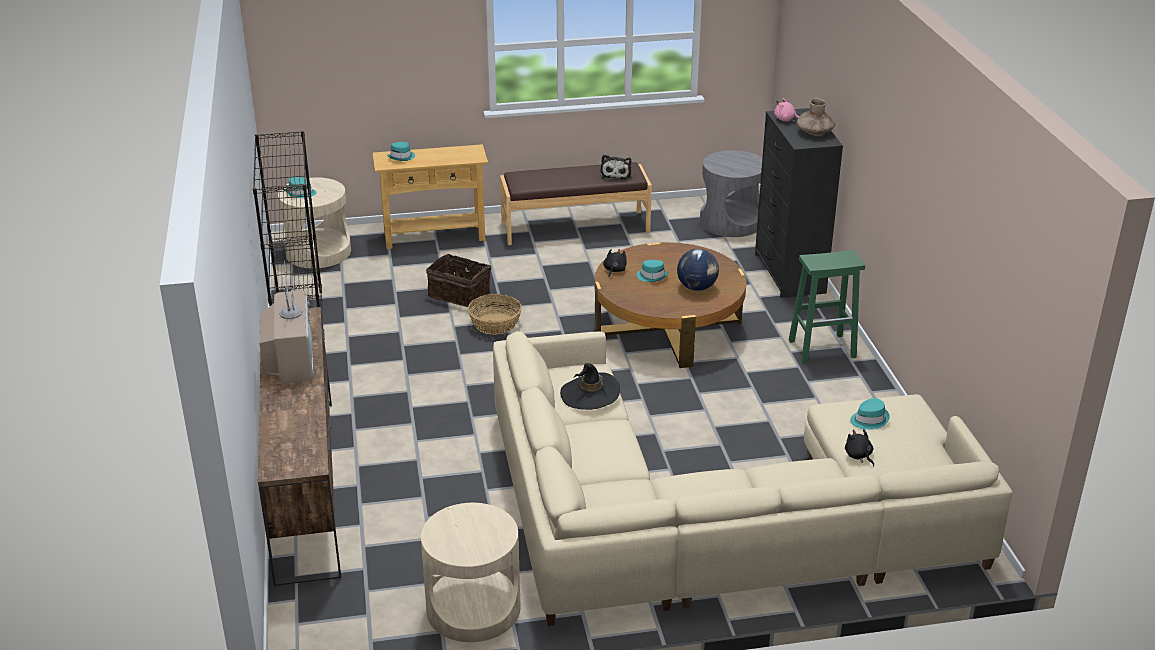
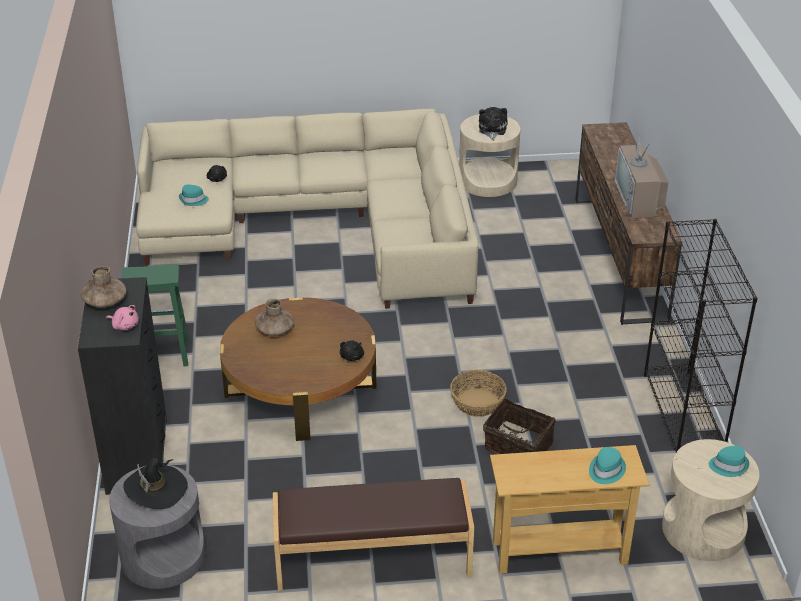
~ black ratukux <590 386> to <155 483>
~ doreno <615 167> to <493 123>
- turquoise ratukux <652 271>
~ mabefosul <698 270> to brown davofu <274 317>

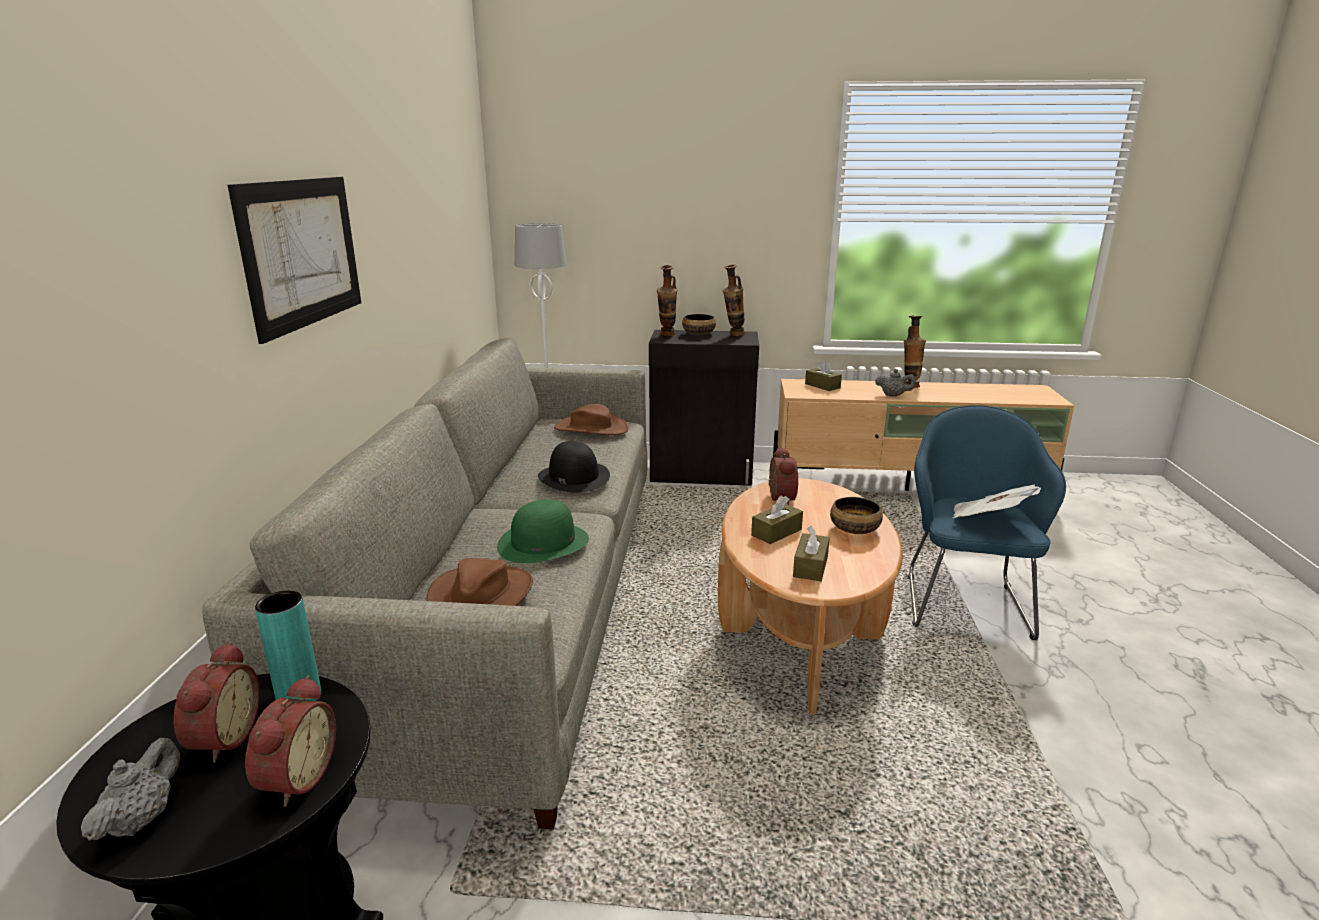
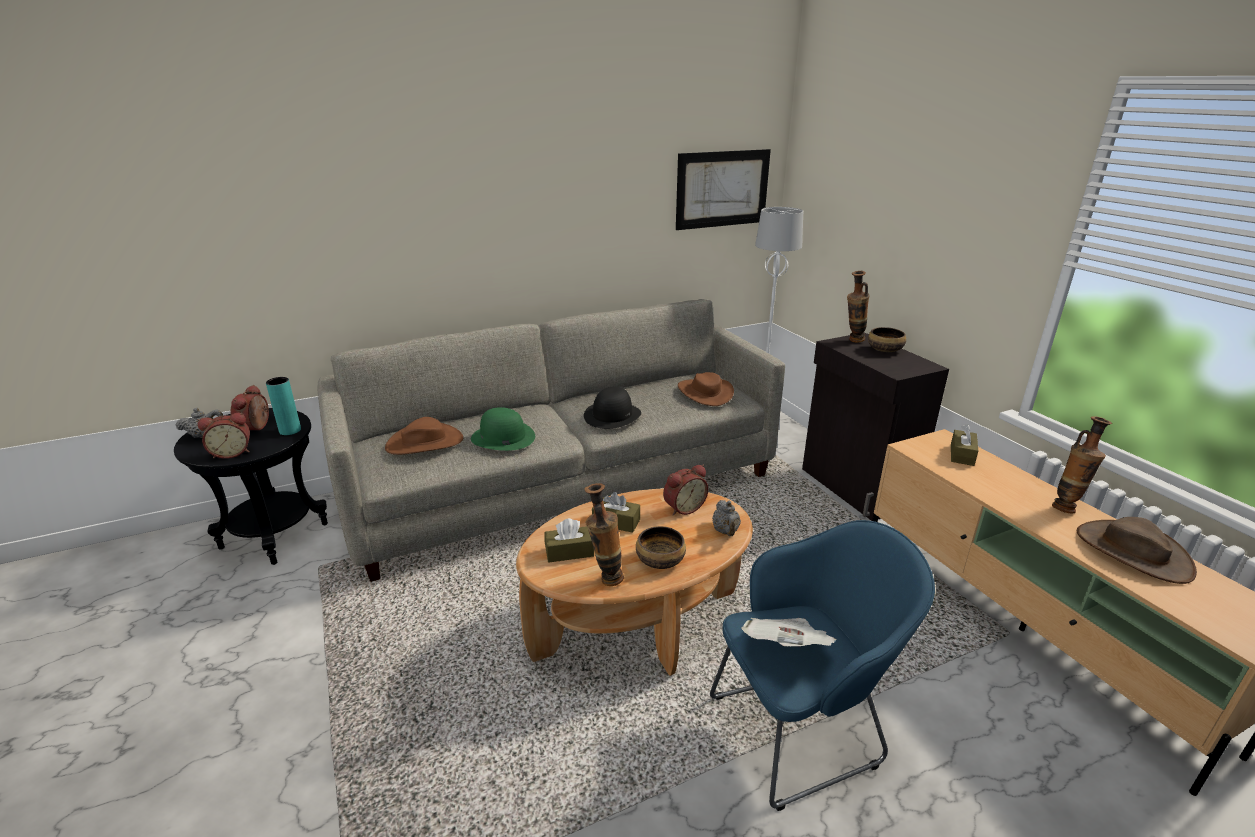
~ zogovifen <217 702> = <249 407> 120 degrees clockwise
~ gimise <294 260> to <723 189>
~ davofu <734 300> to <604 534>
~ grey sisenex <895 382> to <726 518>
+ brown ratukux <1137 550>

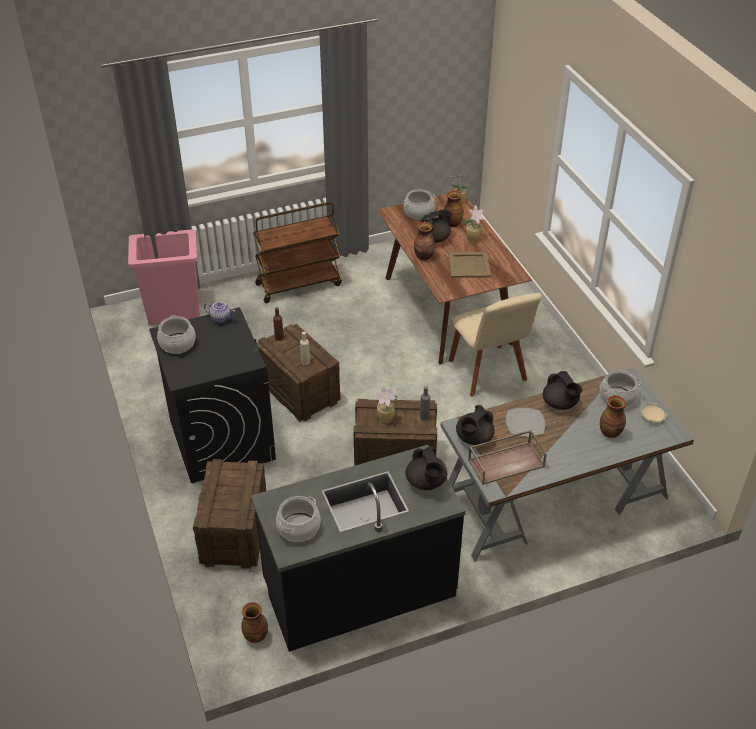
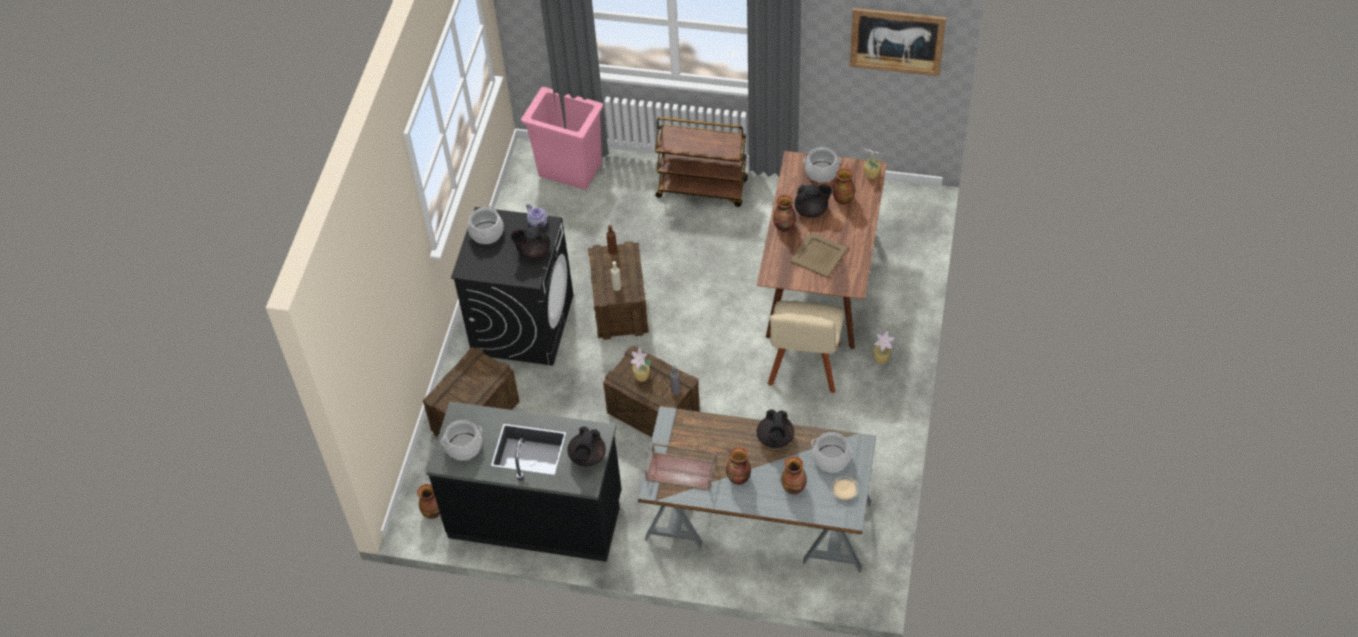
~ black sisenex <475 425> to <530 241>
~ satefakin <474 223> to <883 347>
- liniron <525 422>
+ davofu <738 466>
+ gimise <898 42>

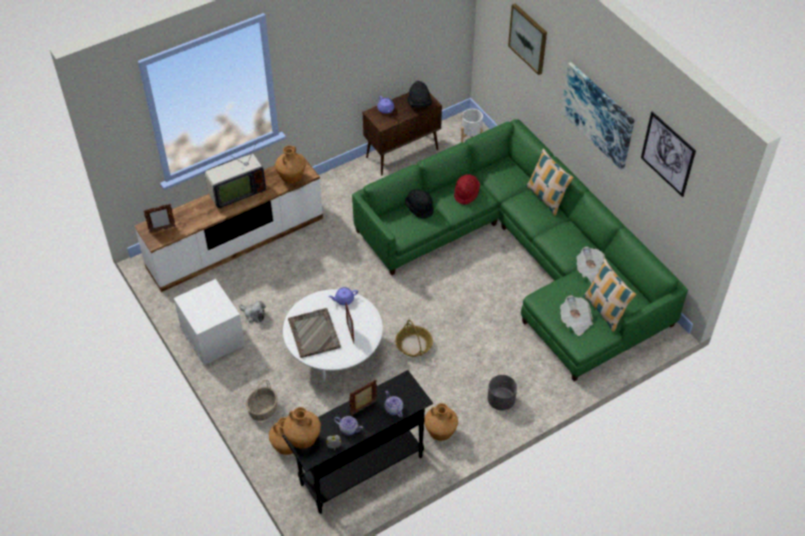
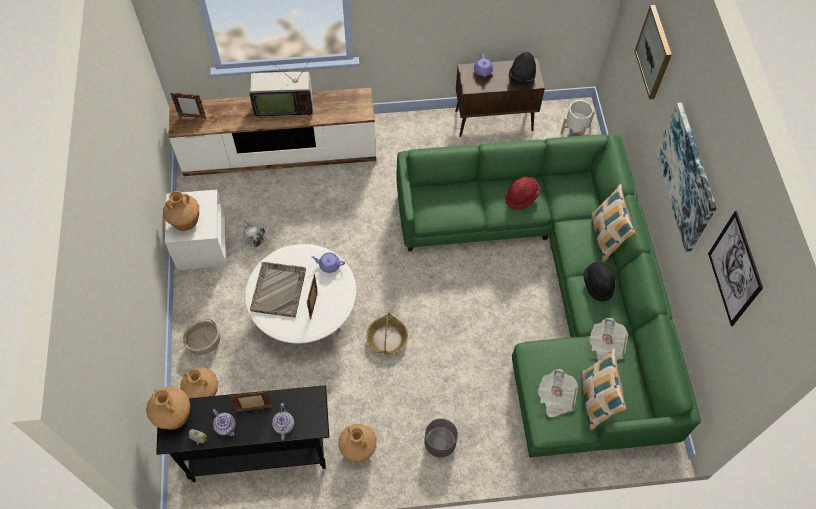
~ brown davofu <290 164> to <181 211>
~ black ratukux <419 203> to <599 281>

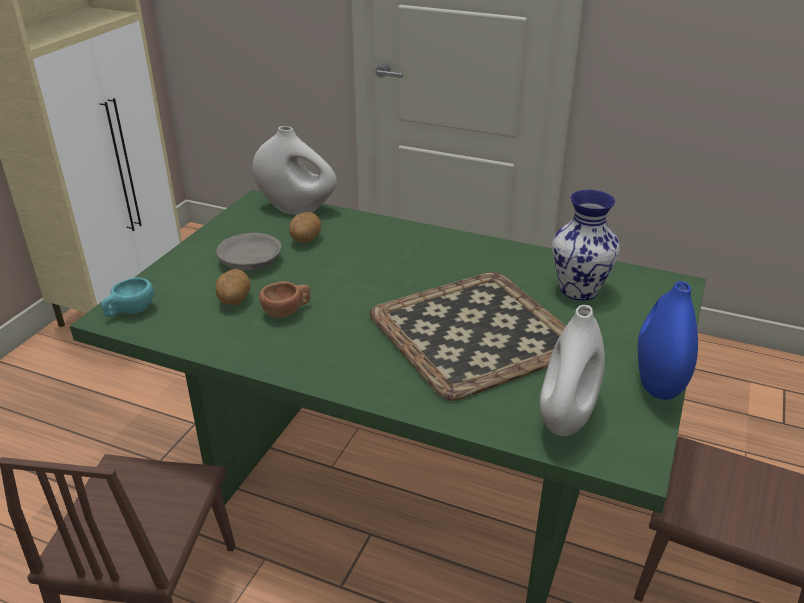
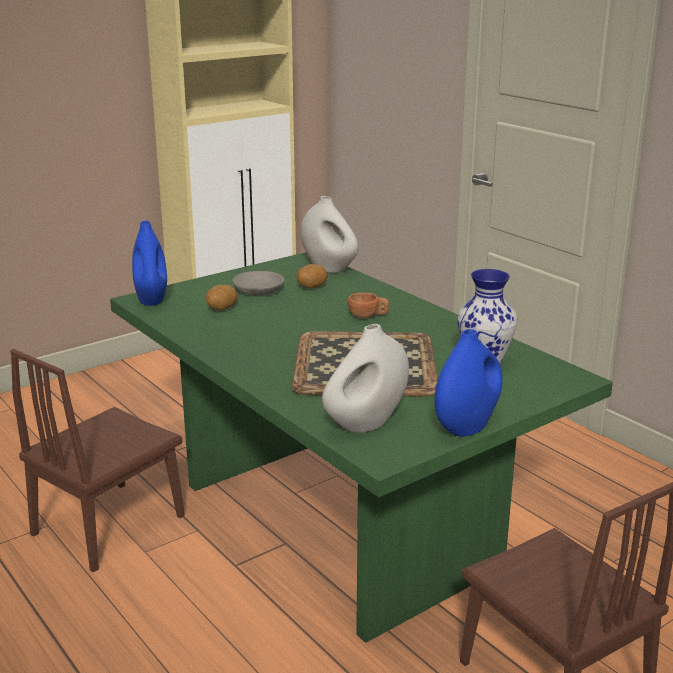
~ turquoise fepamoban <127 297> to blue davofu <149 263>
~ brown fepamoban <285 299> to <368 306>

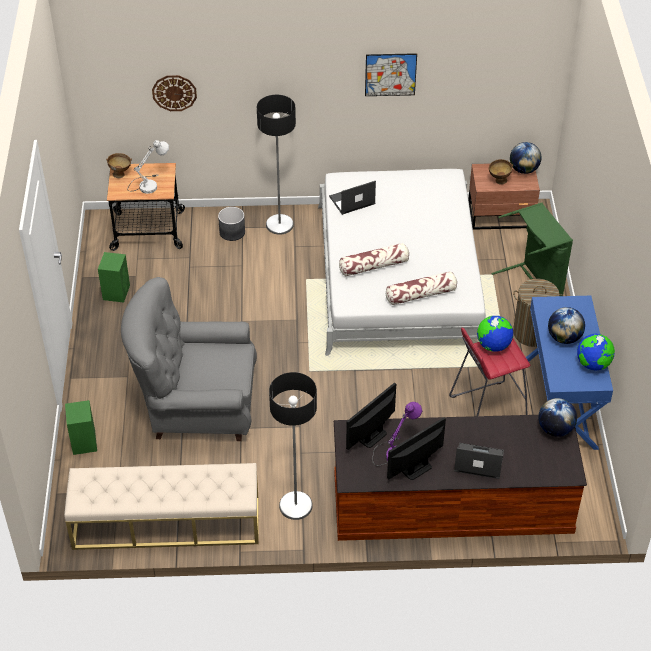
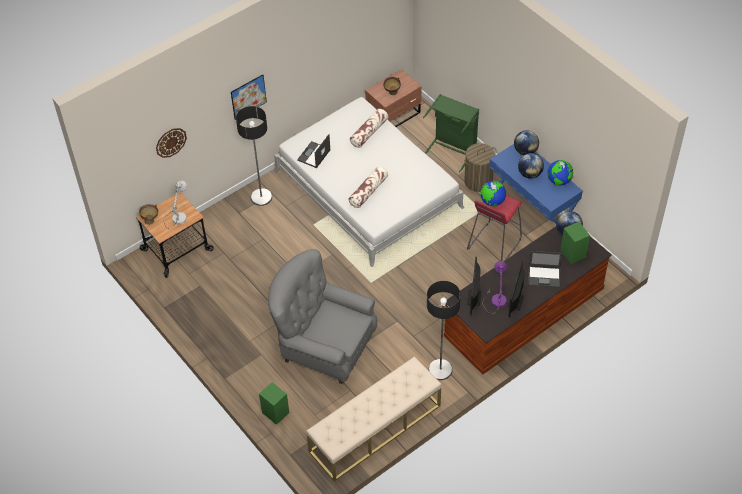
~ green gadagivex <114 277> to <575 243>
~ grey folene <189 359> = <322 316> 60 degrees clockwise
- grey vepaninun <231 224>
~ gimise <391 74> to <249 97>
~ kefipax <421 288> to <369 128>
~ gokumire <479 461> = <545 269> 150 degrees counterclockwise
~ mabefosul <525 158> to <526 142>

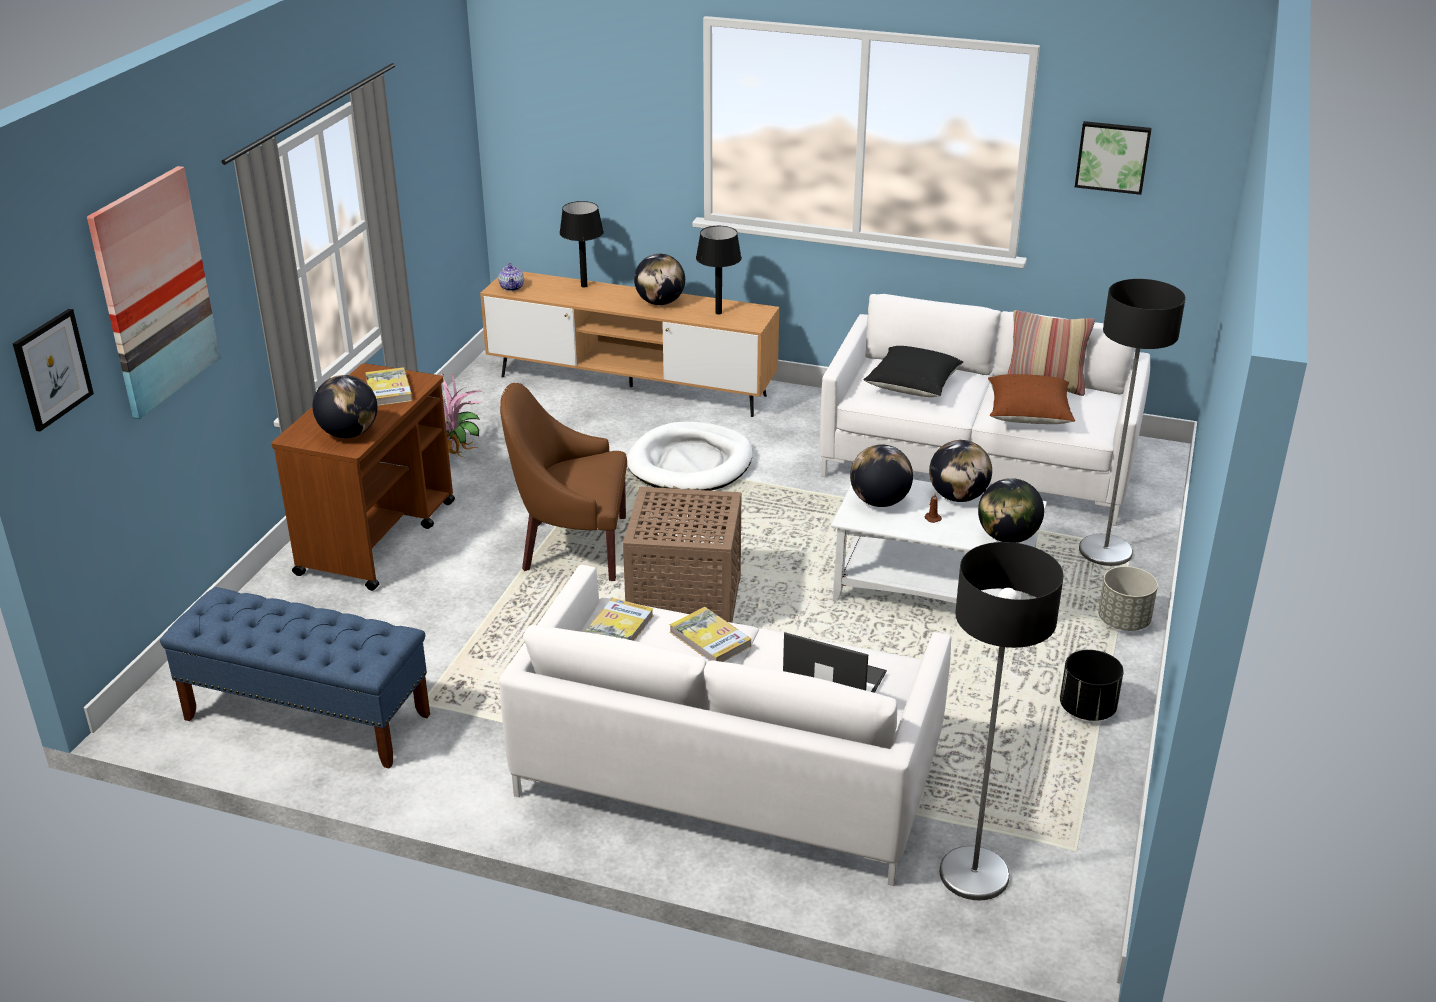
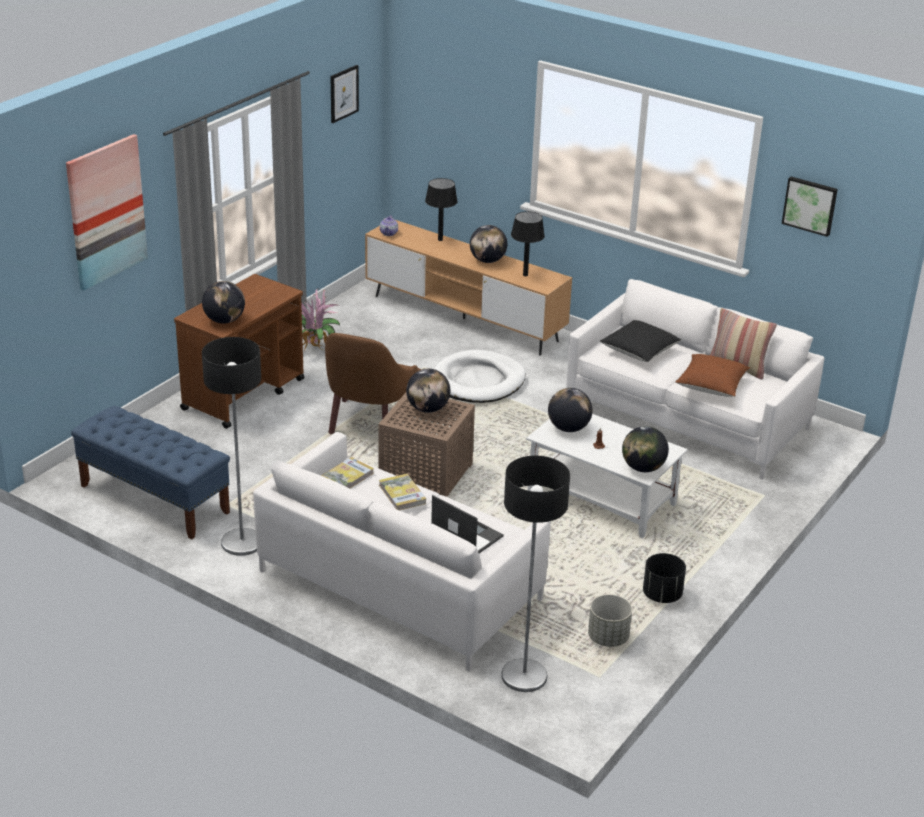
~ gimise <53 370> to <344 94>
- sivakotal <388 386>
~ brown folene <563 482> = <373 383> 90 degrees counterclockwise
~ mabefosul <960 471> to <428 391>
~ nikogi <1132 422> to <231 446>
~ grey vepaninun <1128 598> to <610 620>

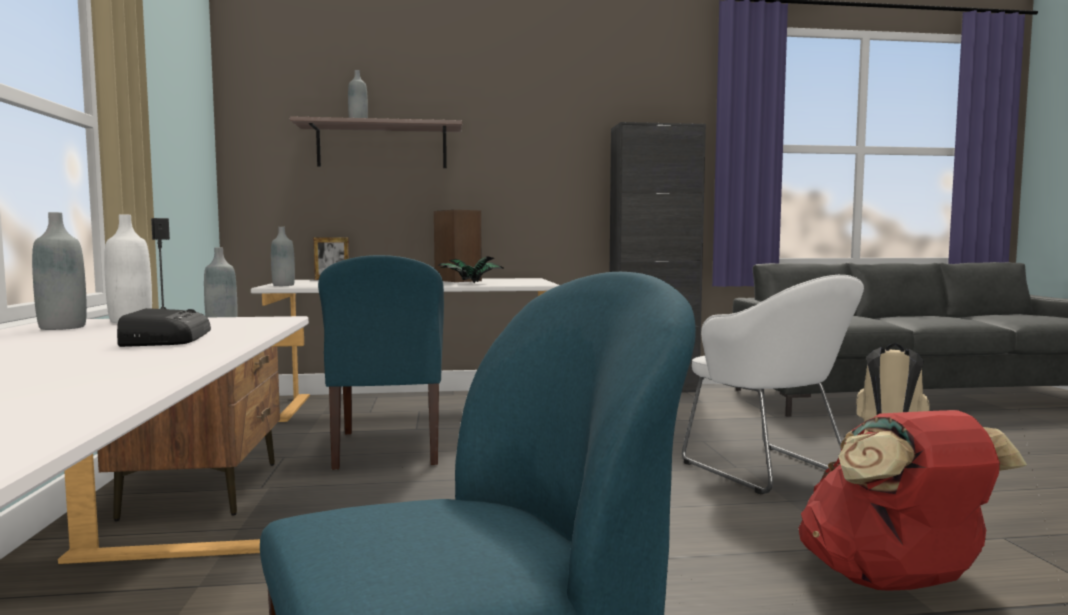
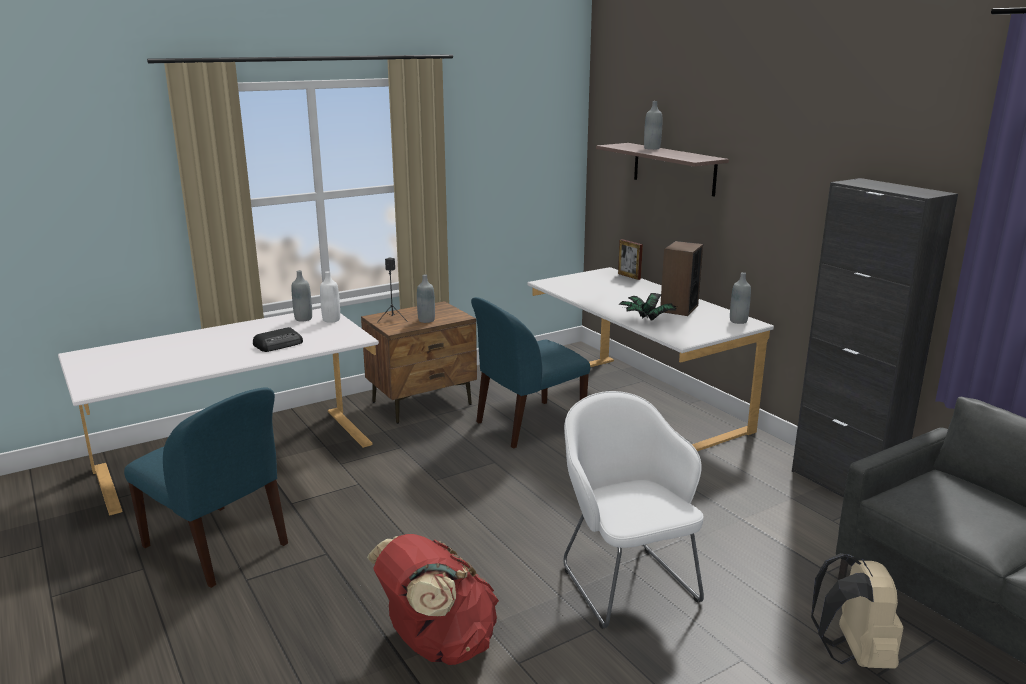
~ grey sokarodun <283 256> to <740 298>
~ white folene <773 384> = <634 510> 120 degrees clockwise

